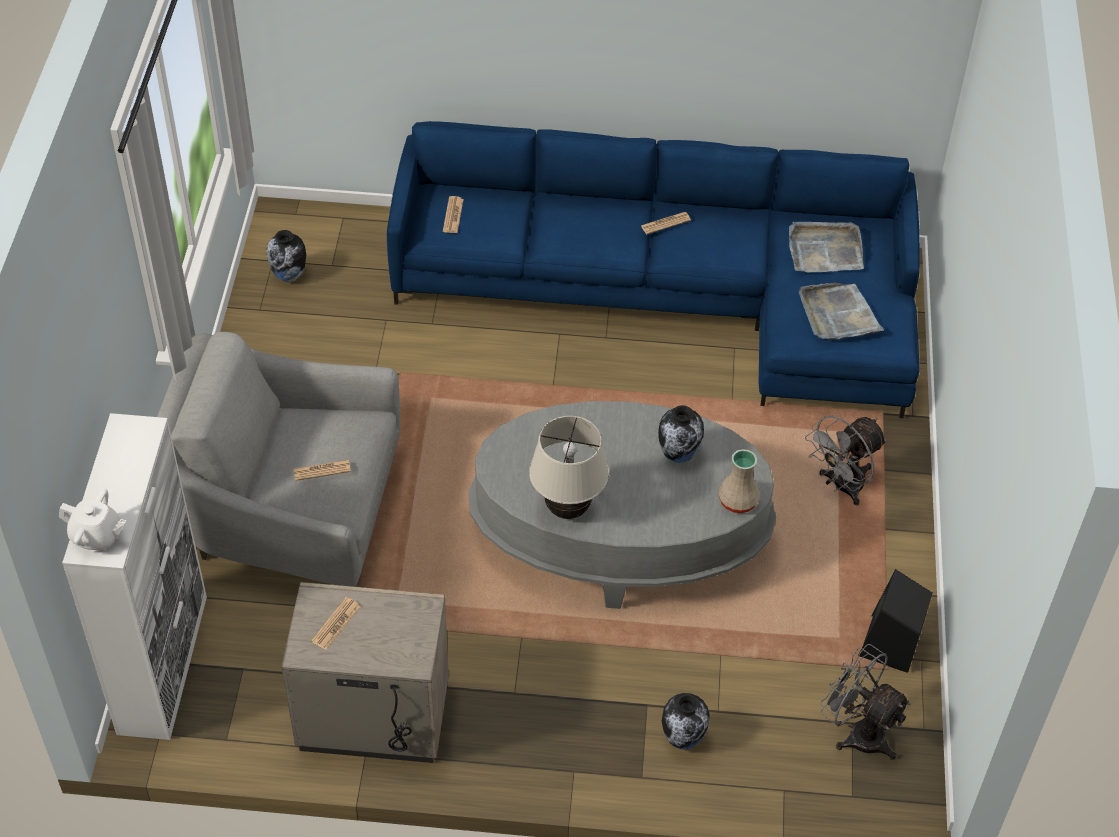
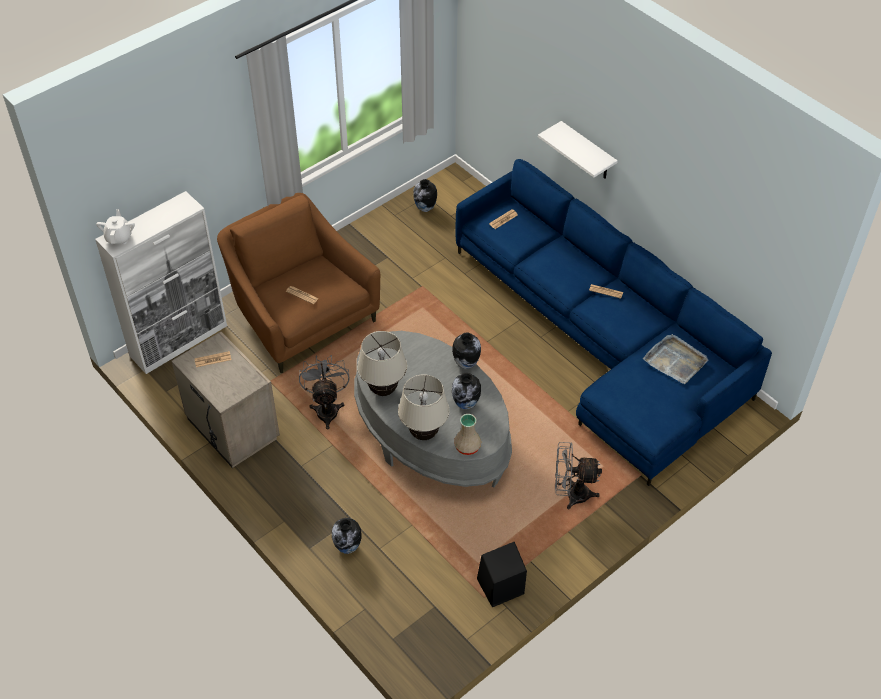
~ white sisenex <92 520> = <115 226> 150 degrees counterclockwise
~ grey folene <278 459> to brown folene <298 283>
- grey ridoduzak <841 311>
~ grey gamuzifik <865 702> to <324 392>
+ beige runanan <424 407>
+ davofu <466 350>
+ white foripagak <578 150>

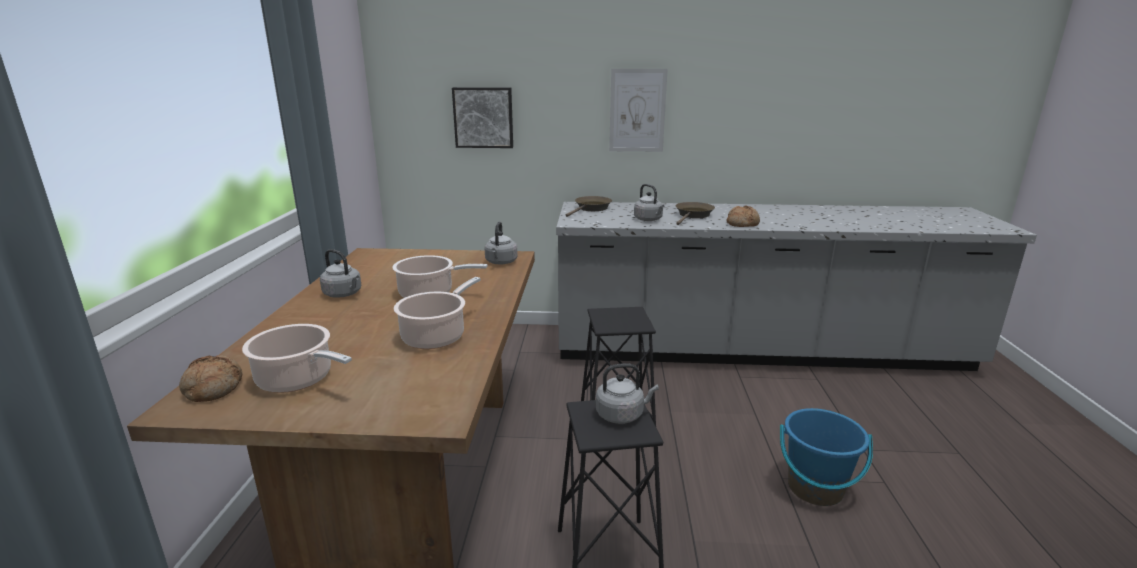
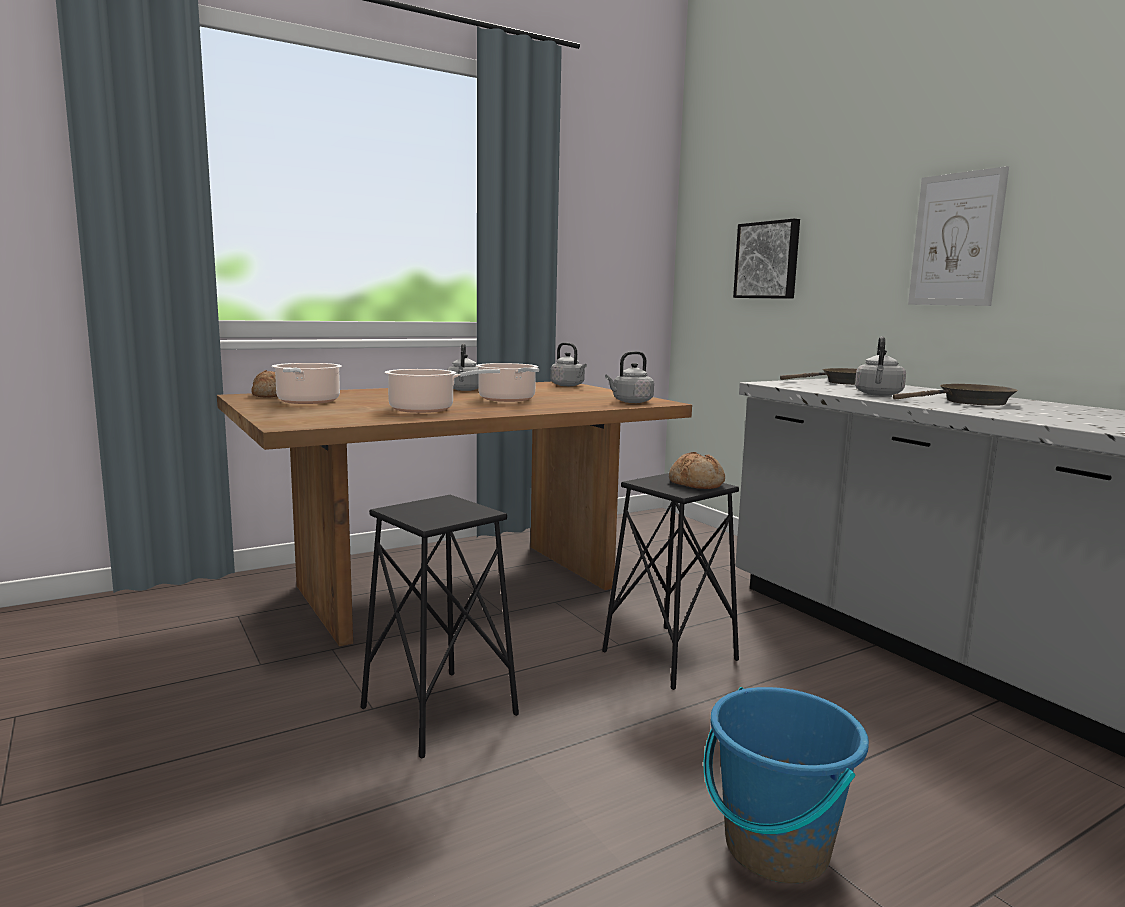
~ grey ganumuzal <627 393> to <569 364>
~ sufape <743 216> to <697 470>

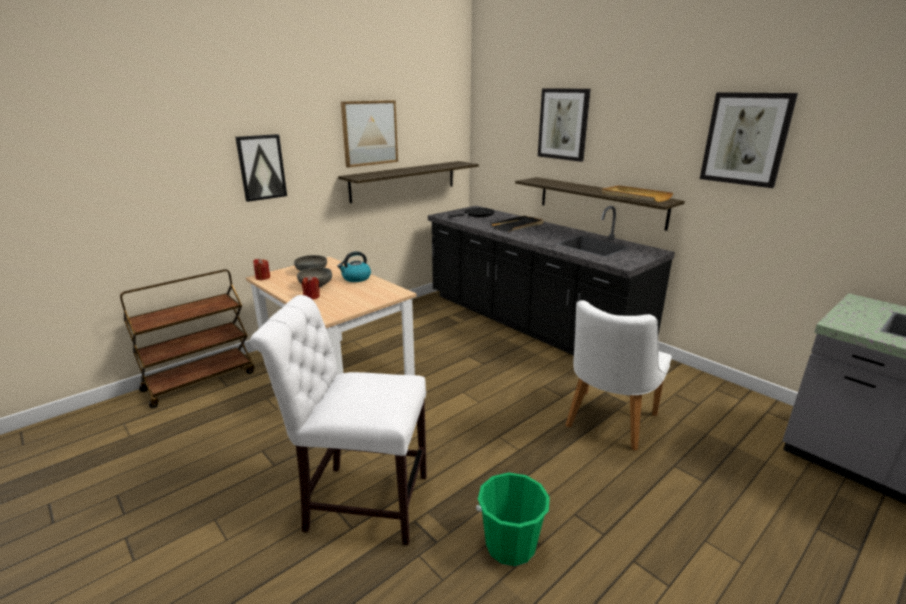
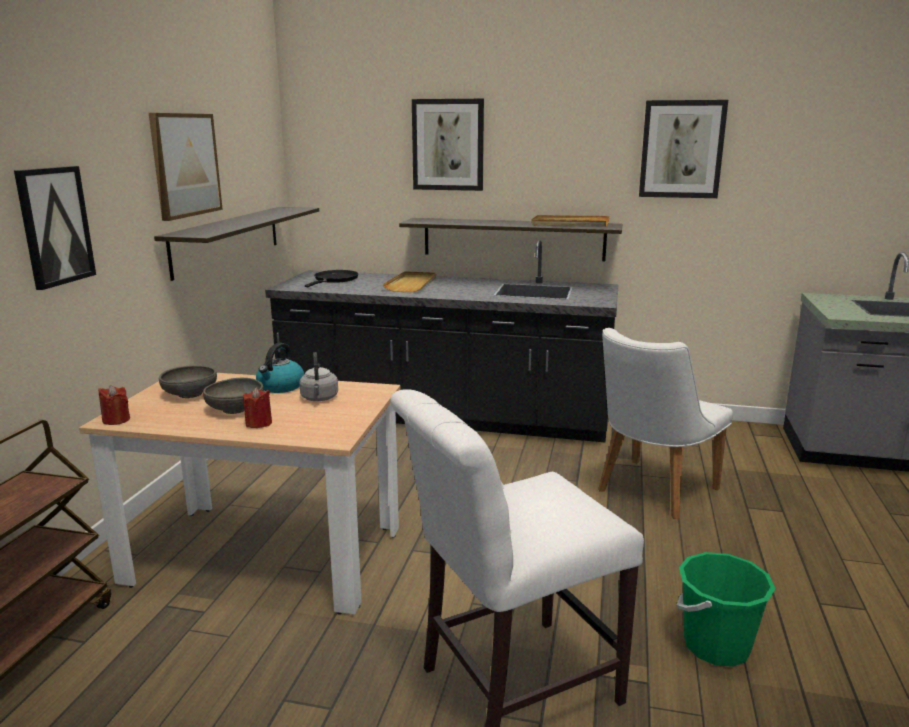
~ black ridoduzak <516 224> to beige ridoduzak <409 281>
~ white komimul <618 375> = <665 423> 45 degrees clockwise
+ grey ganumuzal <318 376>

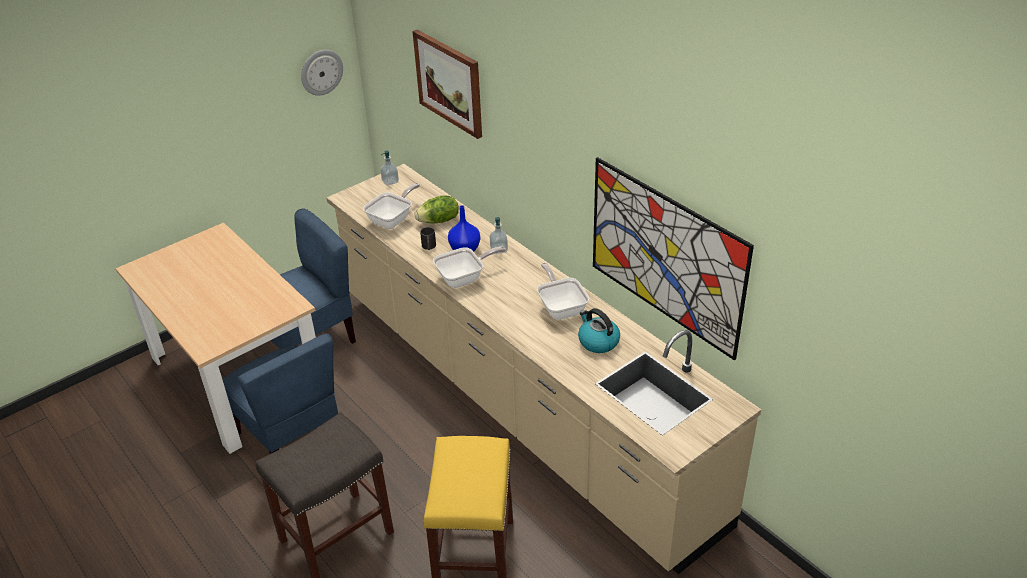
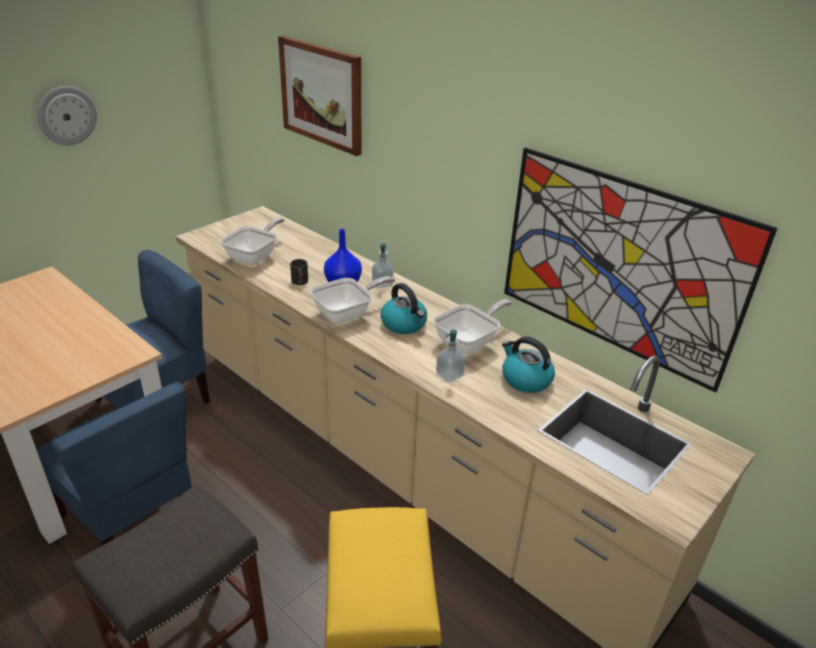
~ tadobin <322 73> to <67 115>
~ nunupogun <389 168> to <450 356>
- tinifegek <437 209>
~ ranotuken <563 291> = <472 327> 75 degrees clockwise
+ ganumuzal <404 308>

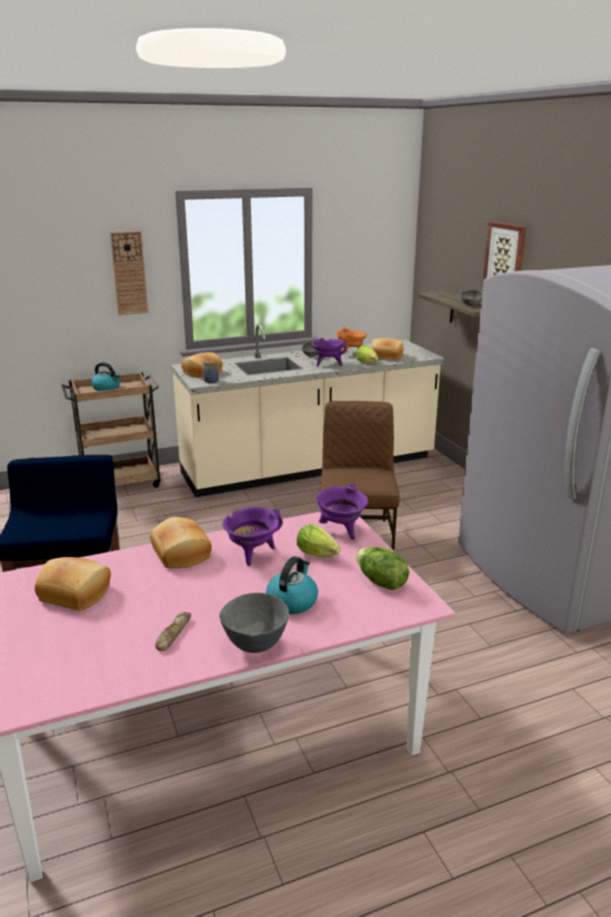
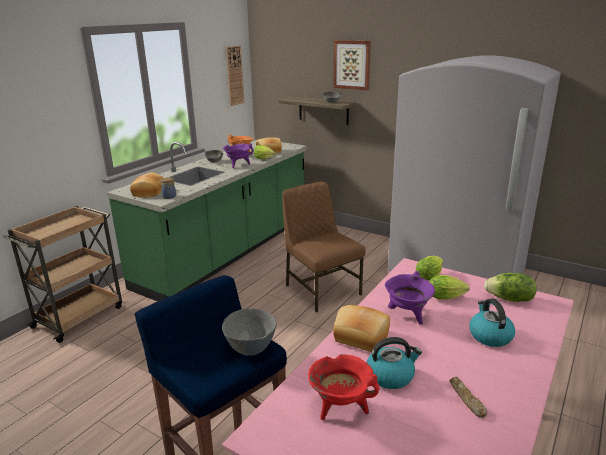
~ sufape <73 584> to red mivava <343 387>
~ ganumuzal <105 376> to <394 363>
~ tadobin <129 273> to <235 75>
~ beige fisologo <308 410> to green fisologo <207 220>
~ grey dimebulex <254 623> to <249 332>
~ purple mivava <341 511> to tinifegek <429 268>

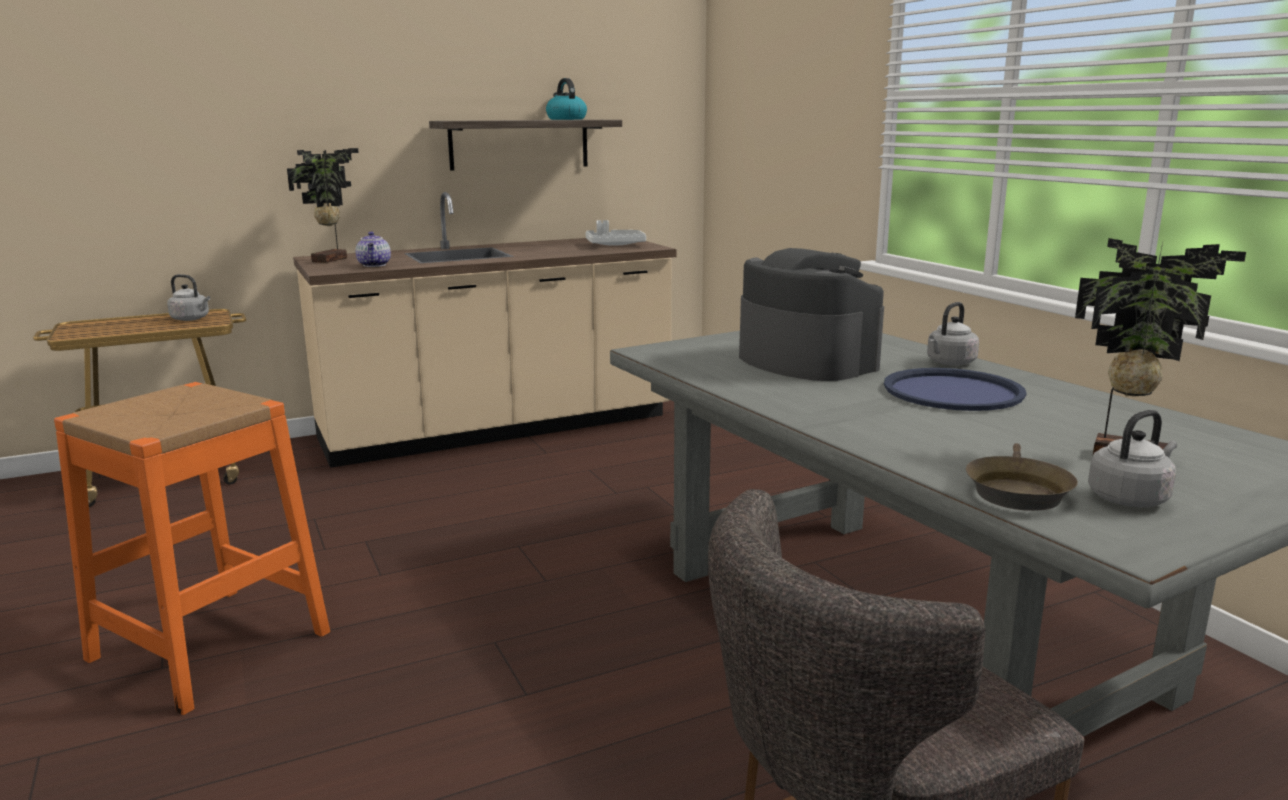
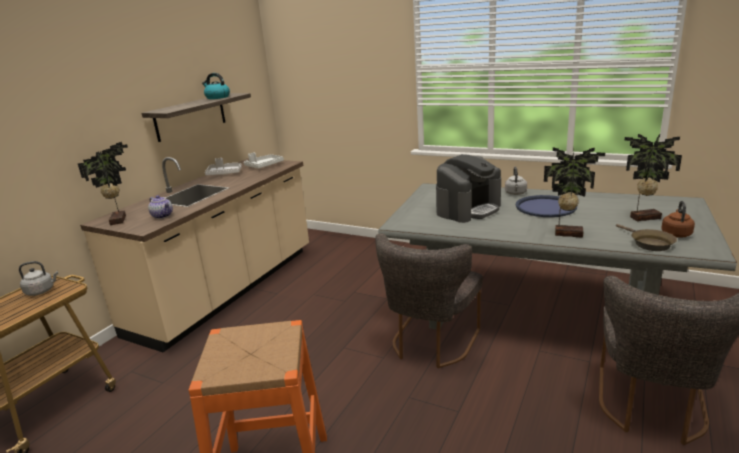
~ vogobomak <811 314> = <468 188> 120 degrees clockwise
~ grey ganumuzal <1132 458> to brown ganumuzal <678 219>
+ white ridoduzak <223 167>
+ grey komimul <429 300>
+ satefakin <574 192>

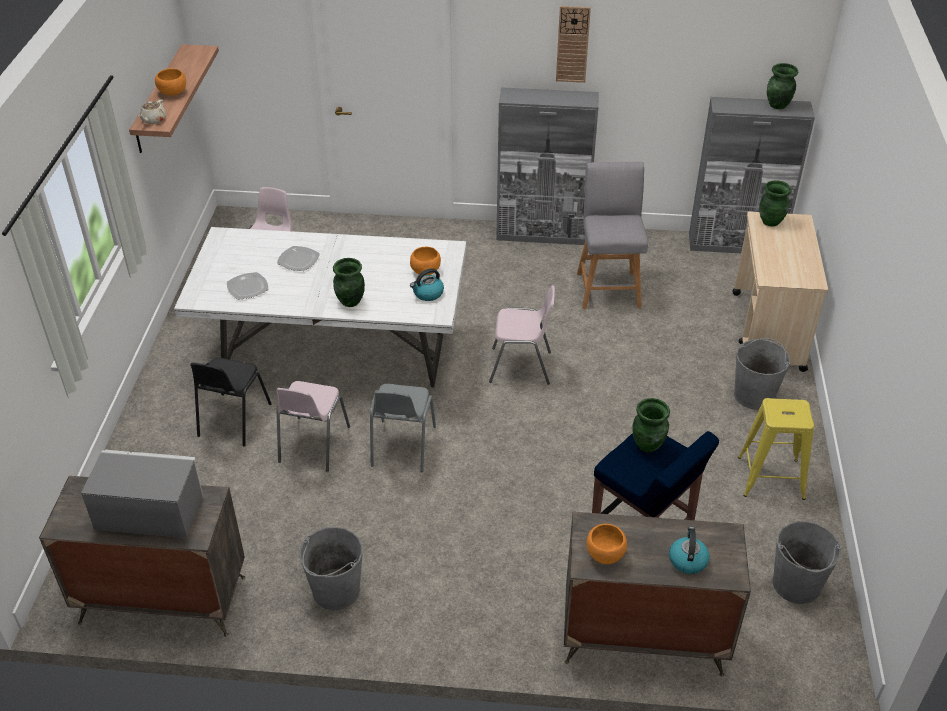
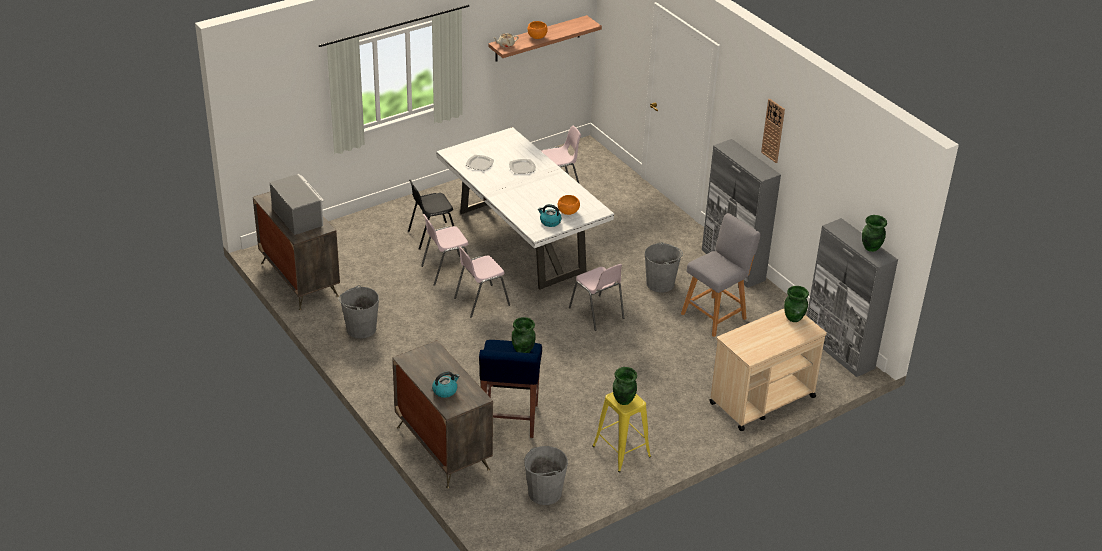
~ green davofu <349 282> to <625 386>
~ grey komimul <403 428> to pink komimul <482 281>
- orange dimebulex <606 544>
~ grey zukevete <762 374> to <664 267>

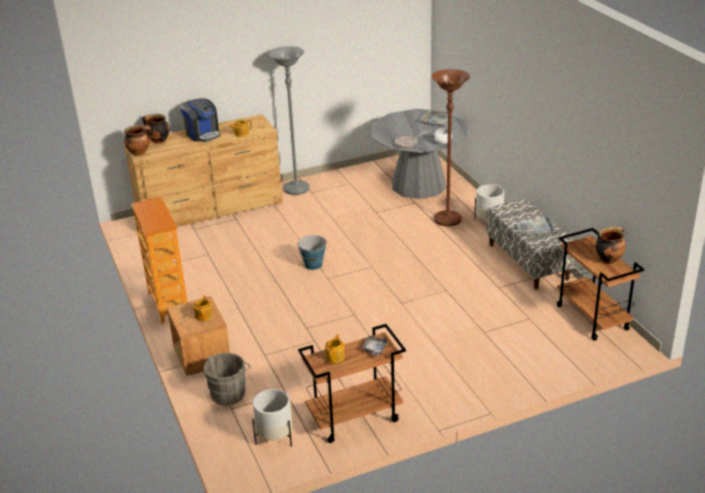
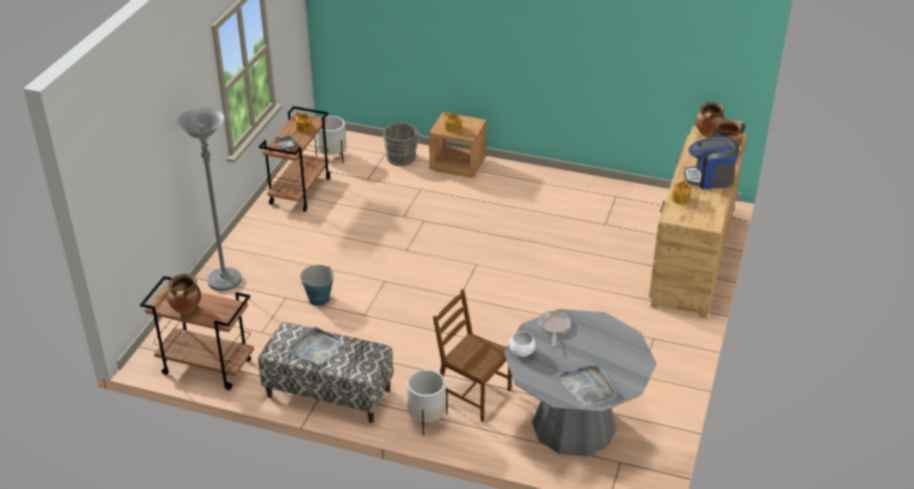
- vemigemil <159 260>
~ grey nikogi <288 120> to <209 199>
~ zukevete <312 252> to <317 285>
~ brown nikogi <450 148> to brown komimul <472 355>

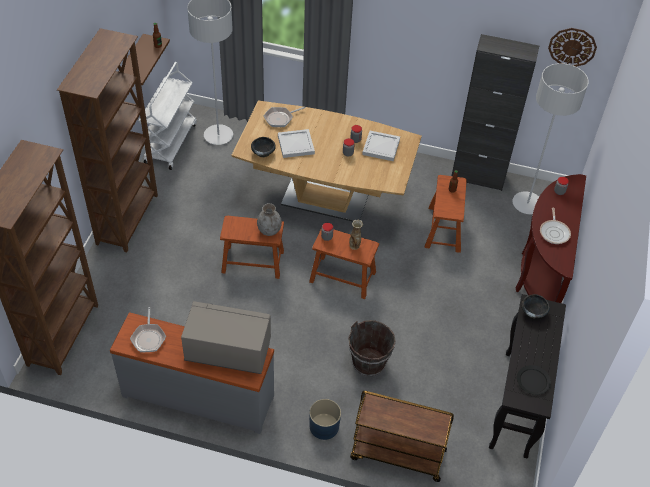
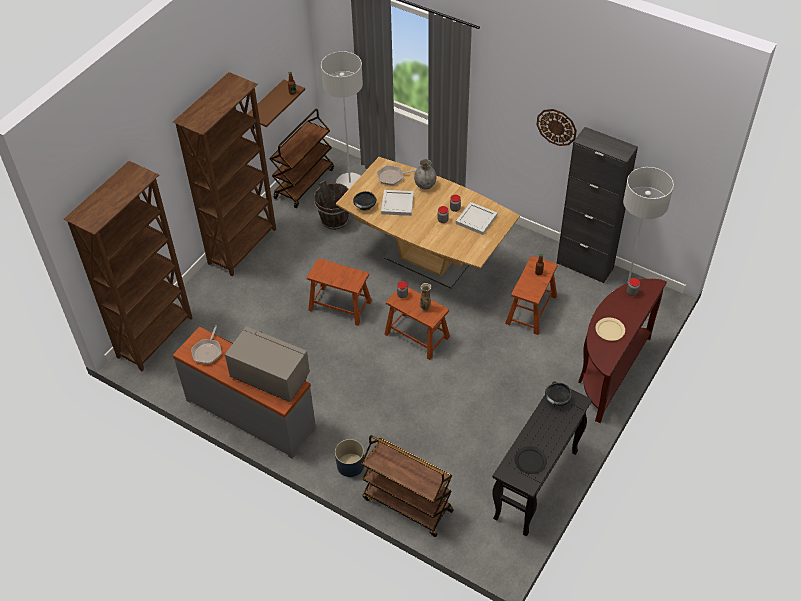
~ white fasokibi <167 116> to brown fasokibi <302 158>
~ grey davofu <269 219> to <425 174>
~ brown zukevete <372 348> to <331 205>
~ ranotuken <555 225> to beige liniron <610 329>
~ tadobin <572 47> to <557 127>

